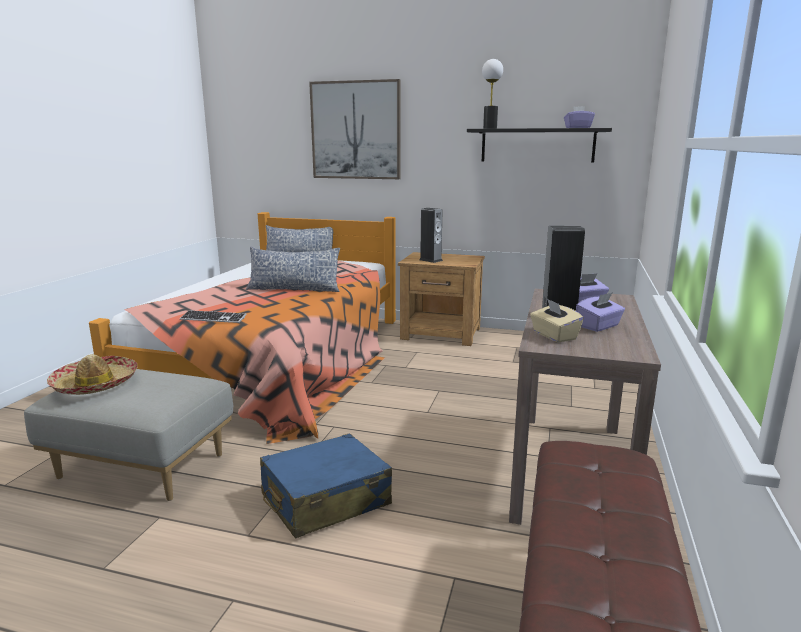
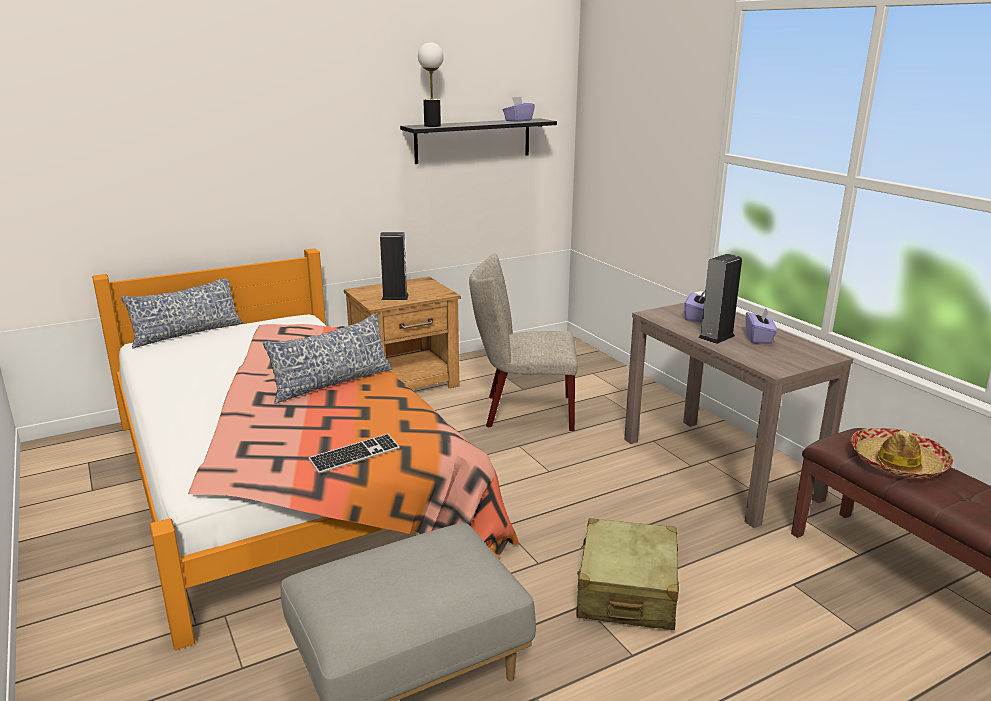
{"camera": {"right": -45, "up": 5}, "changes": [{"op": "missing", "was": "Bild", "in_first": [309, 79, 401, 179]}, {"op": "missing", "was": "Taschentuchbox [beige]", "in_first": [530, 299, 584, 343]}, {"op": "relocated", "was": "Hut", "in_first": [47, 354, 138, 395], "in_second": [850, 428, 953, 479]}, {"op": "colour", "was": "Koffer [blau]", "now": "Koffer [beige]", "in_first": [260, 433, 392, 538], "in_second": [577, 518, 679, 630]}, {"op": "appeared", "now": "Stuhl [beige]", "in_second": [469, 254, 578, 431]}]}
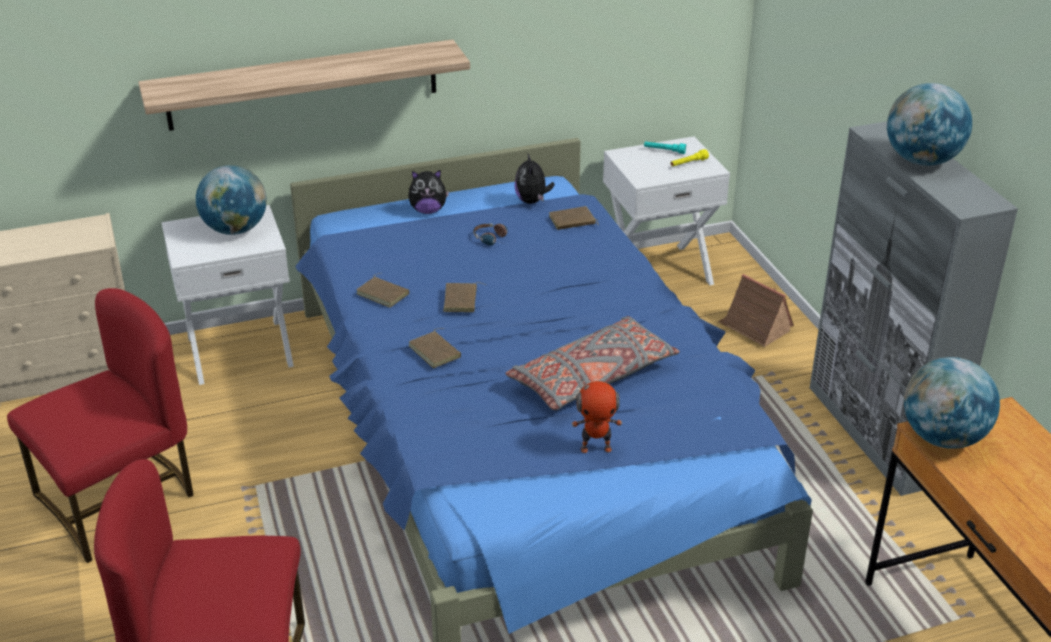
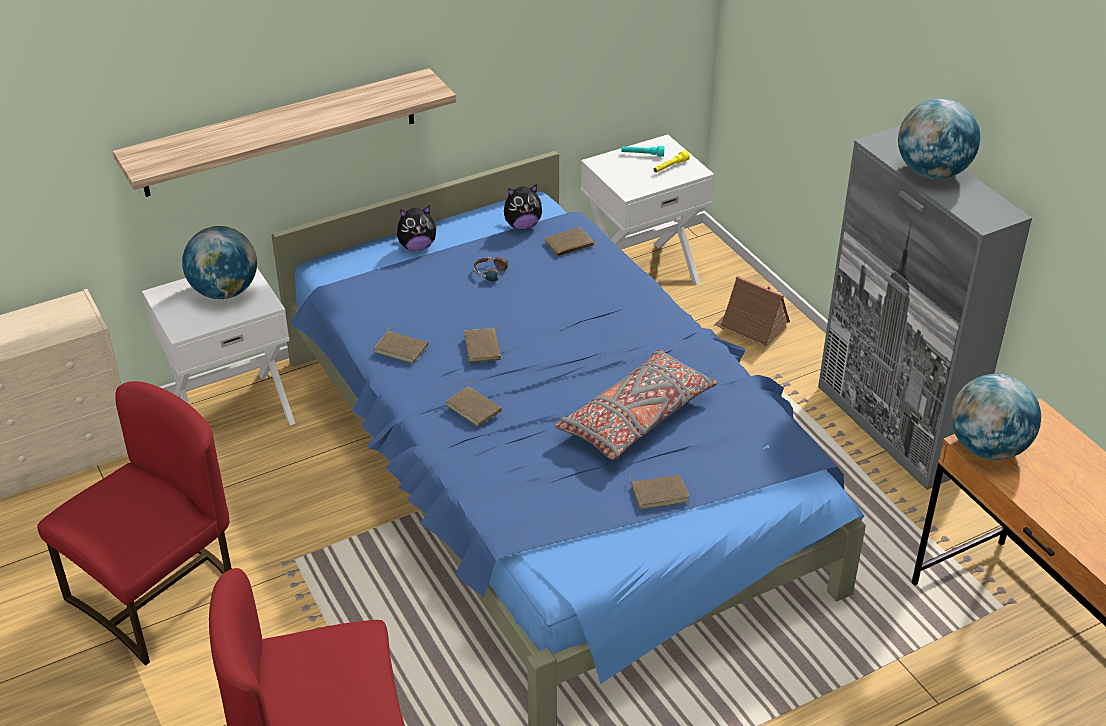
{"camera": {"right": -10, "up": 5}, "changes": [{"op": "spun", "was": "Plüschtier", "in_first": [514, 152, 555, 204], "in_second": [504, 184, 542, 230], "clockwise": -90}, {"op": "exchanged", "was": "Spielzeugroboter", "now": "Buch [braun]", "in_first": [572, 378, 622, 453], "in_second": [629, 474, 690, 509]}]}
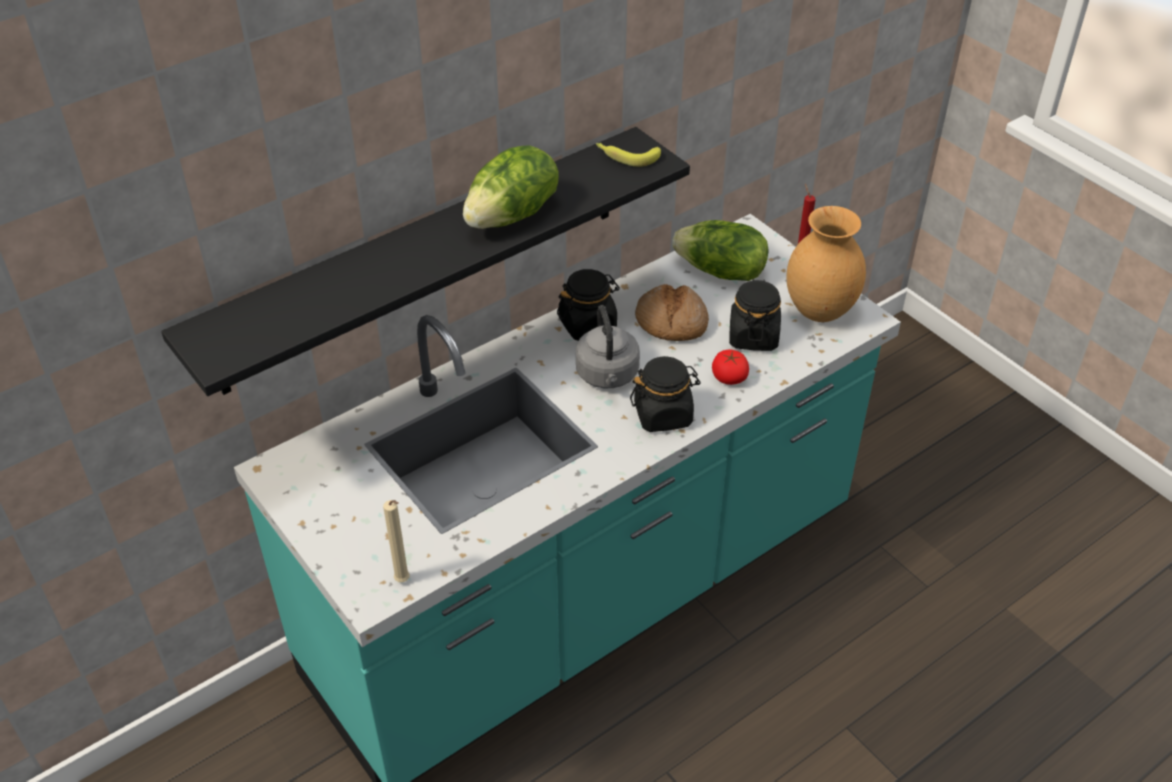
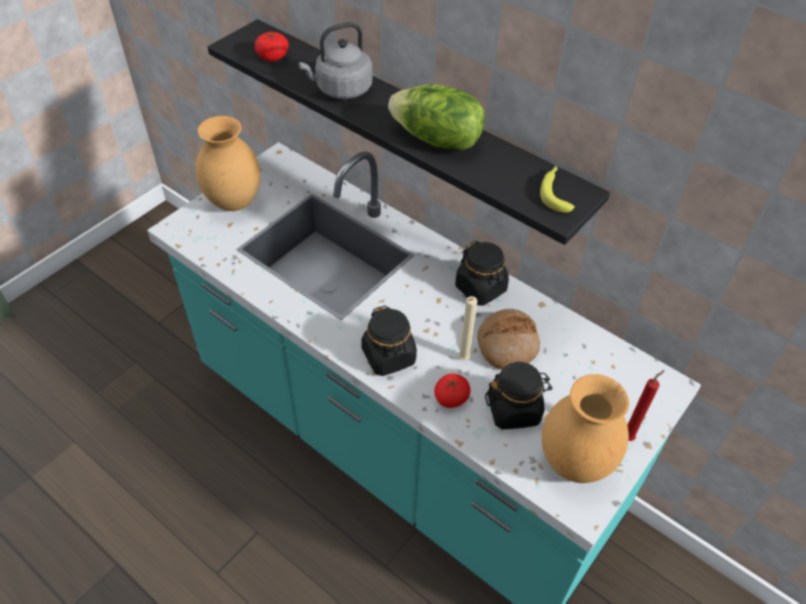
{"camera": {"right": 75, "up": 5}, "changes": [{"op": "missing", "was": "Salatkopf", "in_first": [672, 220, 769, 281]}, {"op": "relocated", "was": "Wasserkessel [grau]", "in_first": [576, 305, 640, 388], "in_second": [298, 22, 372, 99]}, {"op": "relocated", "was": "Kerze [beige]", "in_first": [383, 500, 410, 582], "in_second": [458, 296, 477, 360]}, {"op": "appeared", "now": "Tomate", "in_second": [255, 32, 289, 61]}, {"op": "appeared", "now": "Vase [braun]", "in_second": [195, 116, 261, 211]}]}
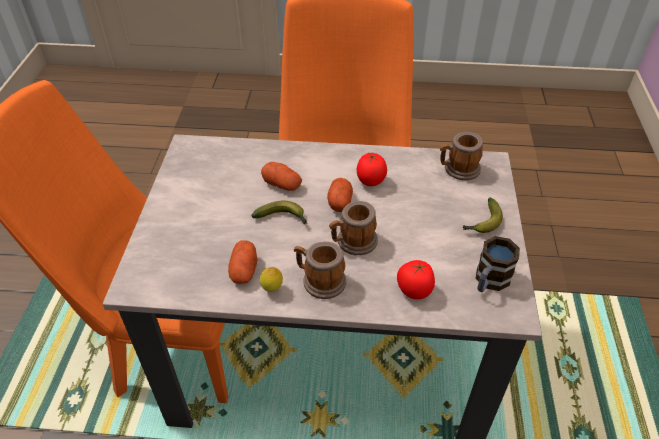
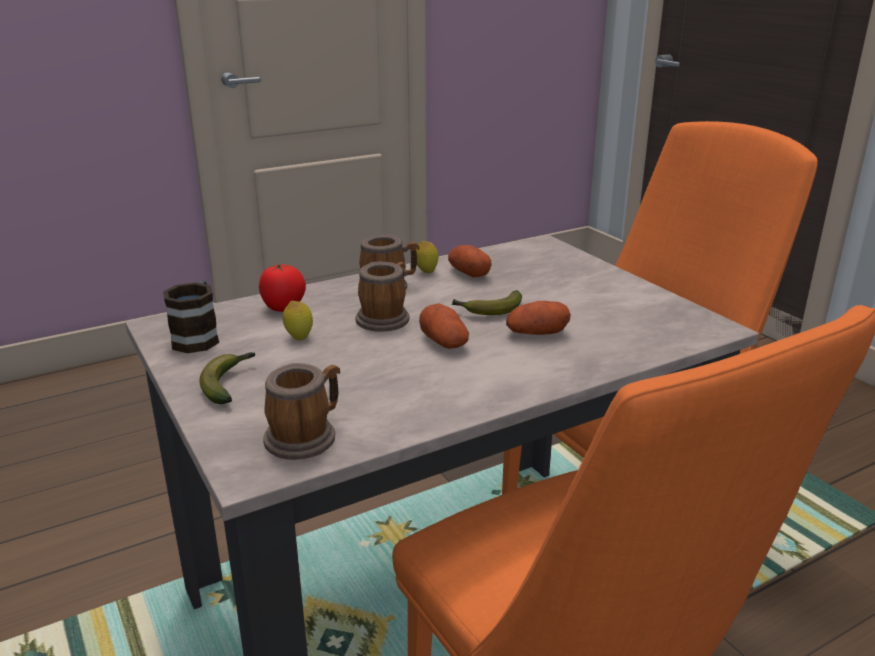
{"camera": {"right": 145, "up": -20}, "changes": [{"op": "missing", "was": "Tomate", "in_first": [357, 153, 387, 186]}, {"op": "appeared", "now": "Zitrone", "in_second": [283, 301, 313, 340]}]}
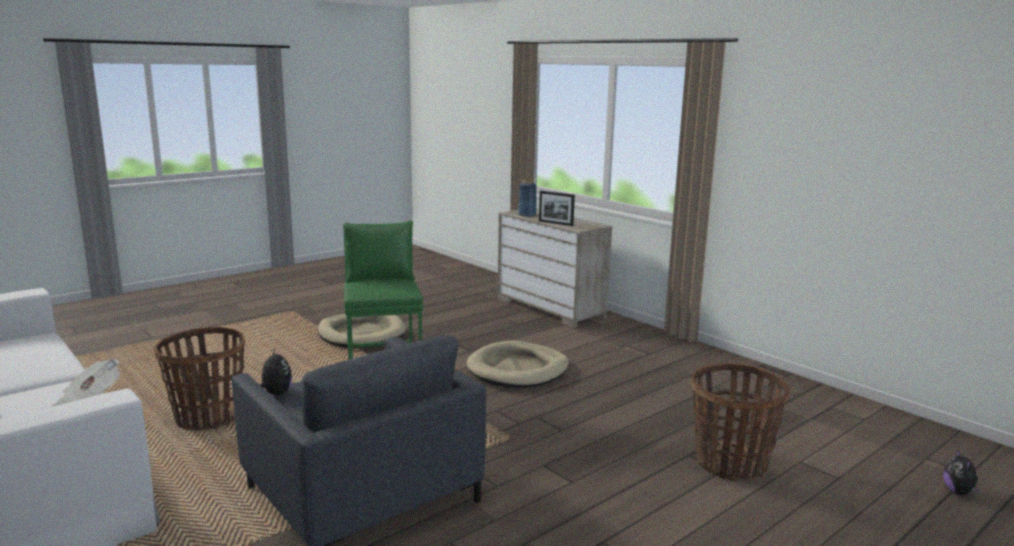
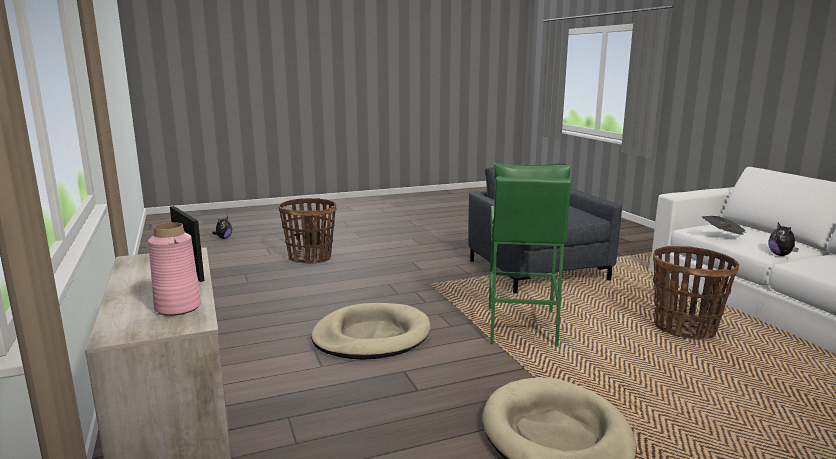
{"camera": {"right": -160, "up": 0}, "changes": [{"op": "colour", "was": "Vase [blau]", "now": "Vase [rosa]", "in_first": [518, 179, 537, 217], "in_second": [148, 222, 201, 316]}, {"op": "relocated", "was": "Plüschtier", "in_first": [260, 348, 292, 396], "in_second": [768, 223, 799, 256]}]}
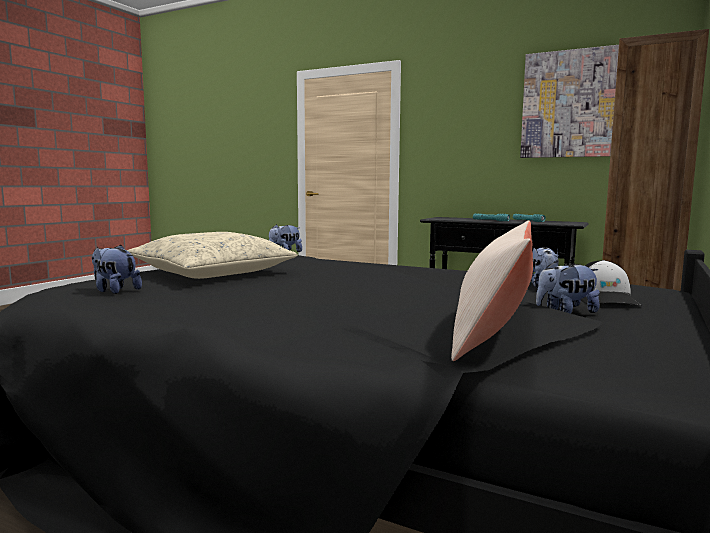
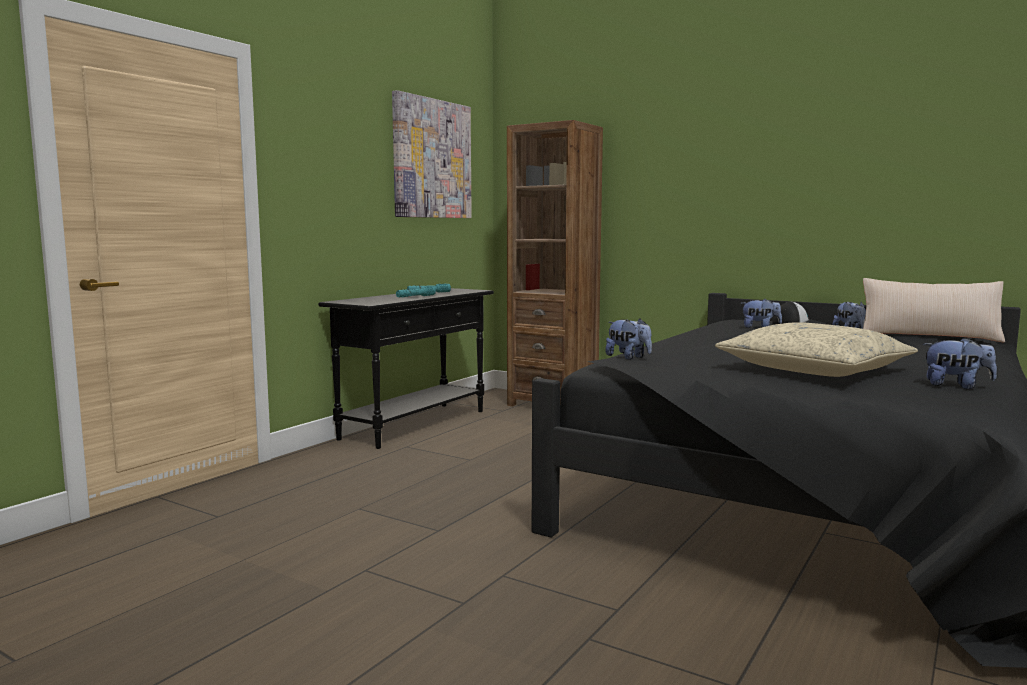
{"camera": {"right": -85, "up": 0}, "changes": [{"op": "spun", "was": "Plüschtier", "in_first": [92, 244, 142, 294], "in_second": [923, 337, 997, 389], "clockwise": -105}]}
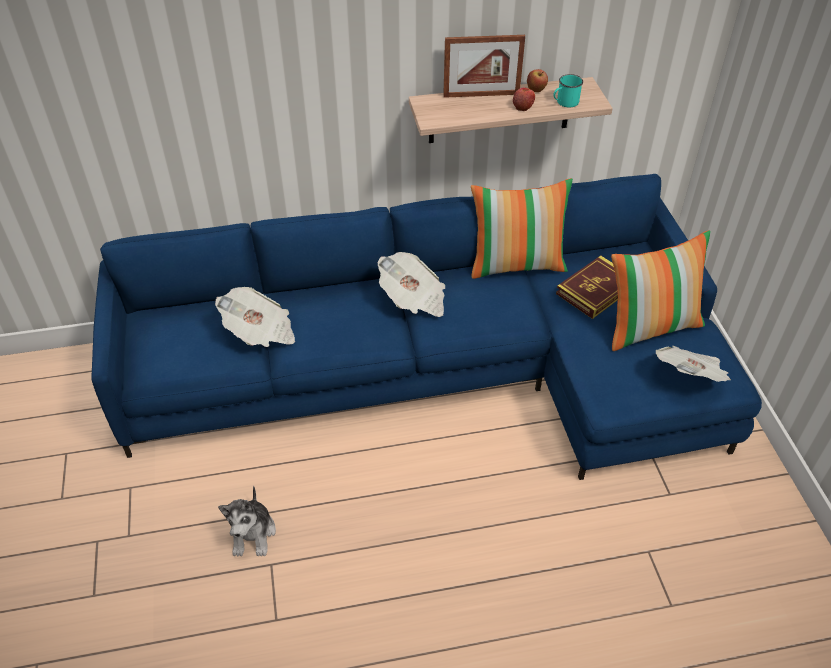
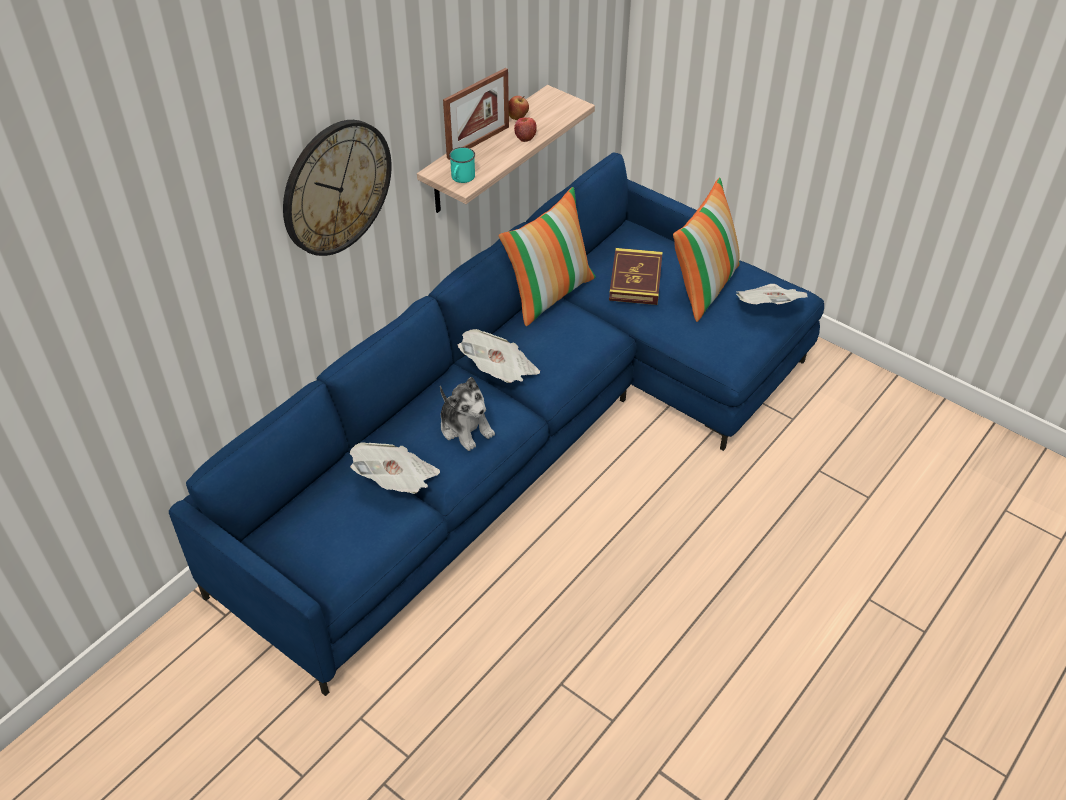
{"camera": {"right": -40, "up": 0}, "changes": [{"op": "relocated", "was": "Henkelbecher [türkis]", "in_first": [553, 74, 583, 107], "in_second": [449, 147, 475, 183]}, {"op": "relocated", "was": "Plüschtier", "in_first": [218, 486, 276, 557], "in_second": [440, 377, 495, 451]}, {"op": "appeared", "now": "Wanduhr", "in_second": [283, 120, 391, 256]}]}
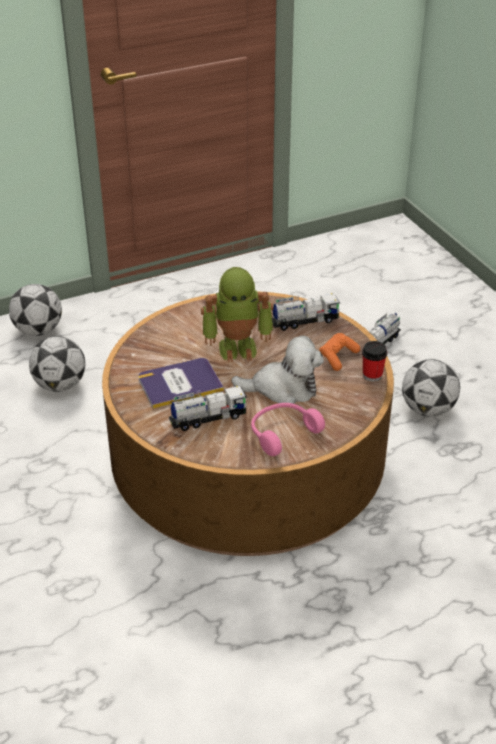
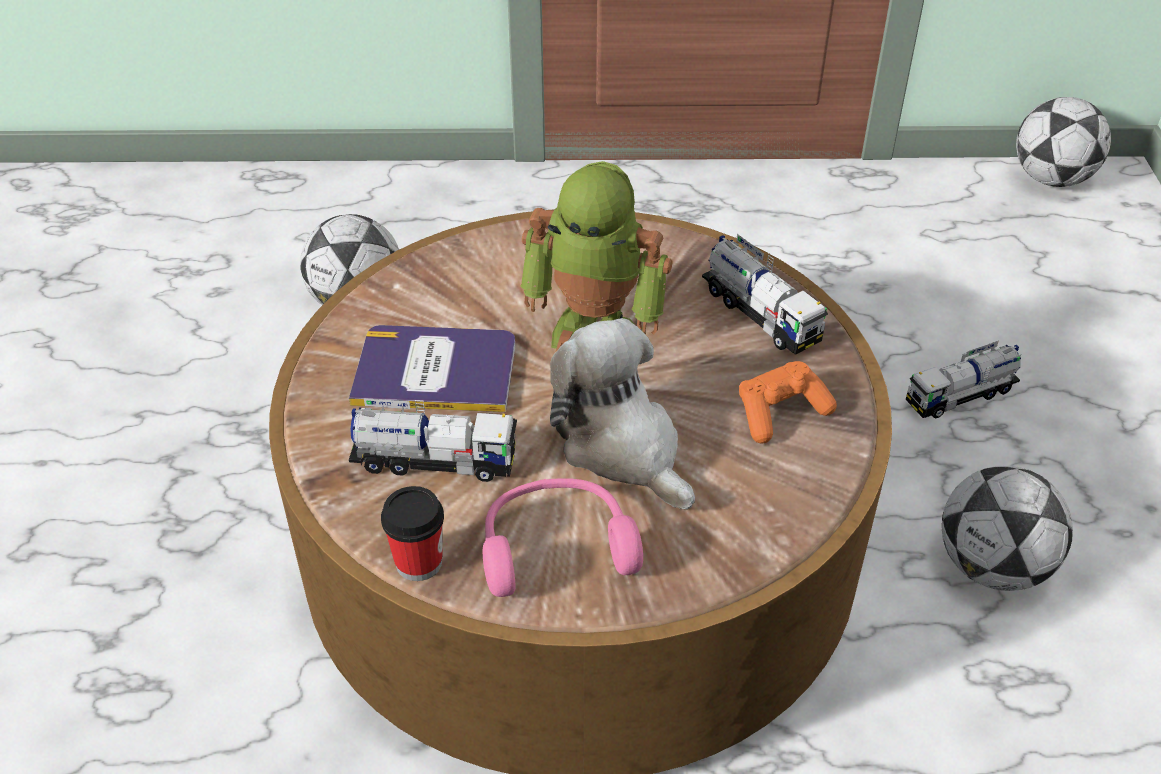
{"camera": {"right": 25, "up": 5}, "changes": [{"op": "relocated", "was": "Fußball", "in_first": [9, 284, 62, 336], "in_second": [1016, 97, 1111, 187]}, {"op": "spun", "was": "Spielzeuglaster", "in_first": [272, 293, 340, 331], "in_second": [702, 234, 828, 355], "clockwise": 45}, {"op": "spun", "was": "Plüschtier", "in_first": [231, 335, 324, 404], "in_second": [550, 318, 695, 509], "clockwise": -150}, {"op": "relocated", "was": "Tasse", "in_first": [362, 341, 387, 382], "in_second": [381, 486, 444, 581]}]}
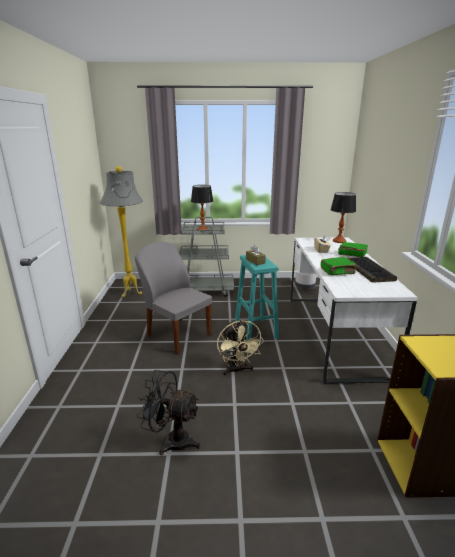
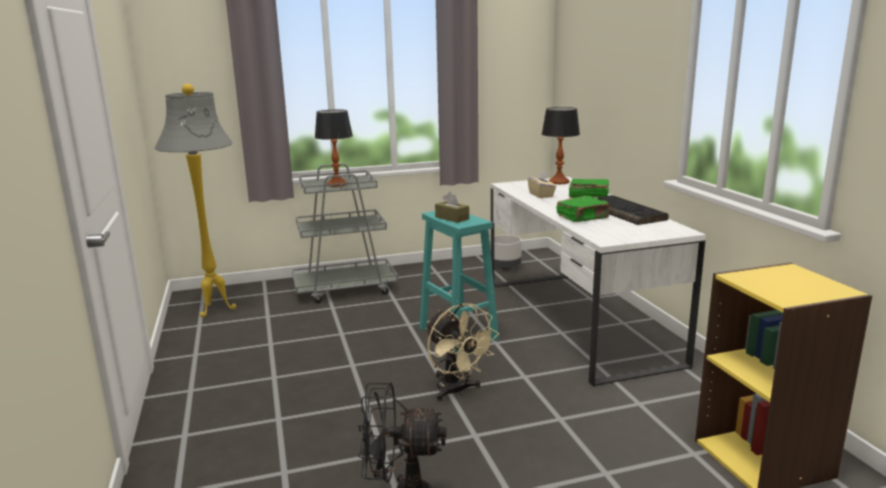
{"camera": {"right": -15, "up": -5}, "changes": [{"op": "missing", "was": "Stuhl [grau]", "in_first": [135, 242, 212, 354]}]}
